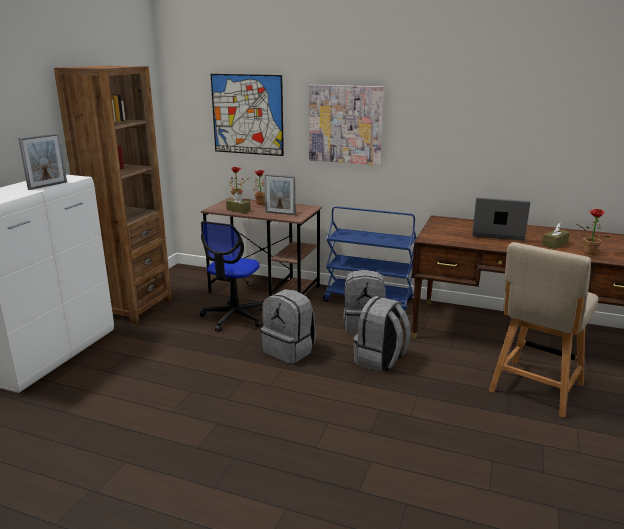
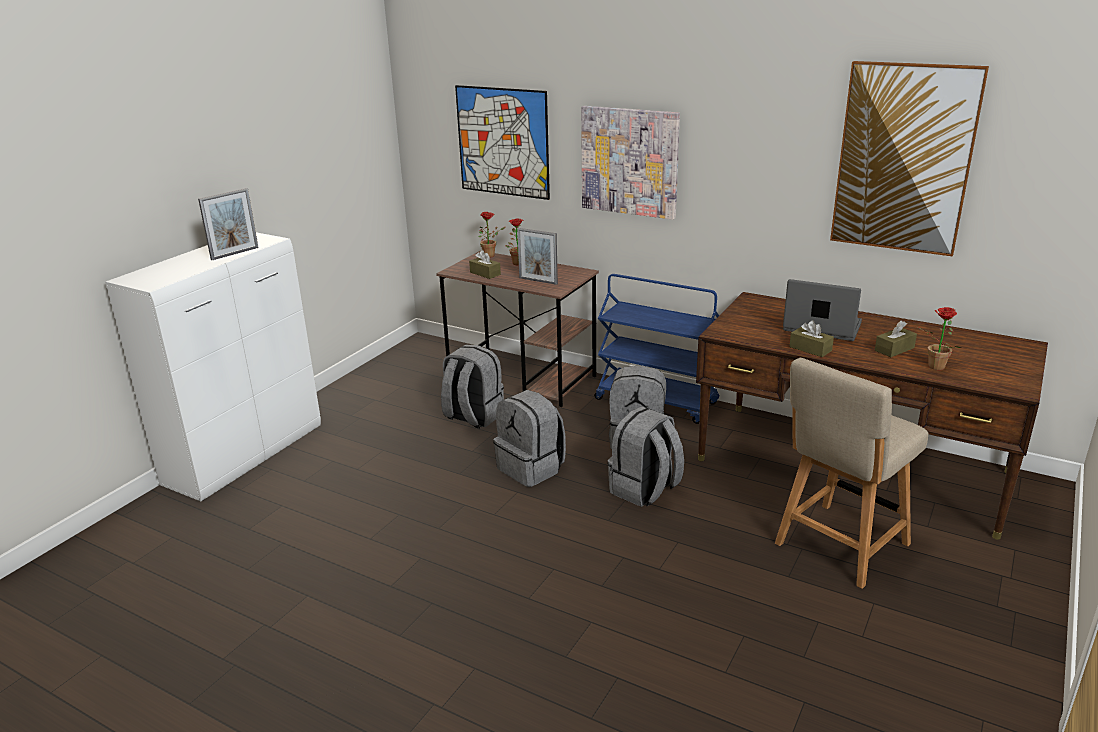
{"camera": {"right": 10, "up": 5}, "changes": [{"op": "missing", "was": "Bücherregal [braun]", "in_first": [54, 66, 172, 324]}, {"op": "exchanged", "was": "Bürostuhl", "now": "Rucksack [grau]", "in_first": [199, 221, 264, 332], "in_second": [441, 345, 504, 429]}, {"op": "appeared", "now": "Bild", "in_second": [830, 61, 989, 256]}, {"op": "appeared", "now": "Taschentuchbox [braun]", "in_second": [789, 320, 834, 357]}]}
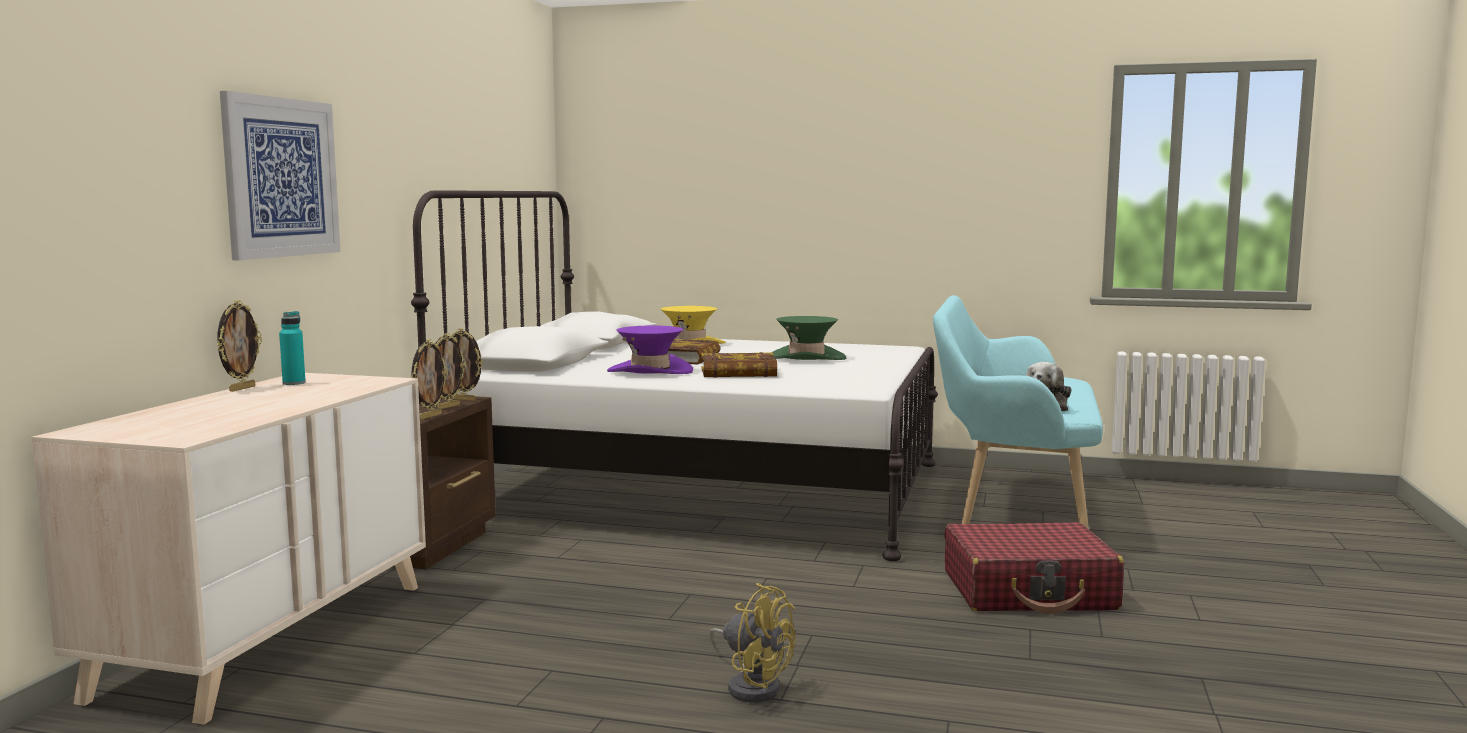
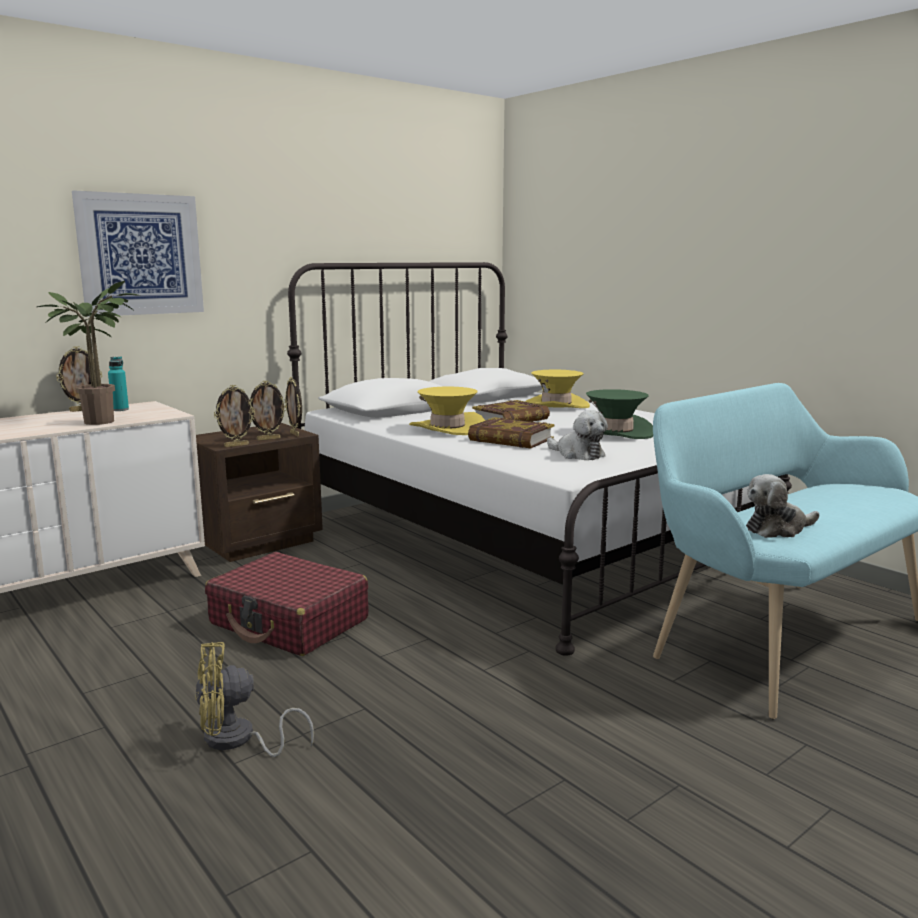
{"camera": {"right": 35, "up": 5}, "changes": [{"op": "colour", "was": "Hut [lila]", "now": "Hut [gelb]", "in_first": [607, 326, 693, 374], "in_second": [409, 387, 485, 435]}, {"op": "relocated", "was": "Koffer [rot]", "in_first": [945, 523, 1124, 614], "in_second": [205, 552, 369, 656]}, {"op": "spun", "was": "Ventilator [gelb]", "in_first": [709, 583, 795, 703], "in_second": [195, 642, 314, 757], "clockwise": 90}, {"op": "appeared", "now": "Topfpflanze", "in_second": [37, 281, 140, 425]}, {"op": "appeared", "now": "Plüschtier", "in_second": [547, 410, 608, 460]}]}
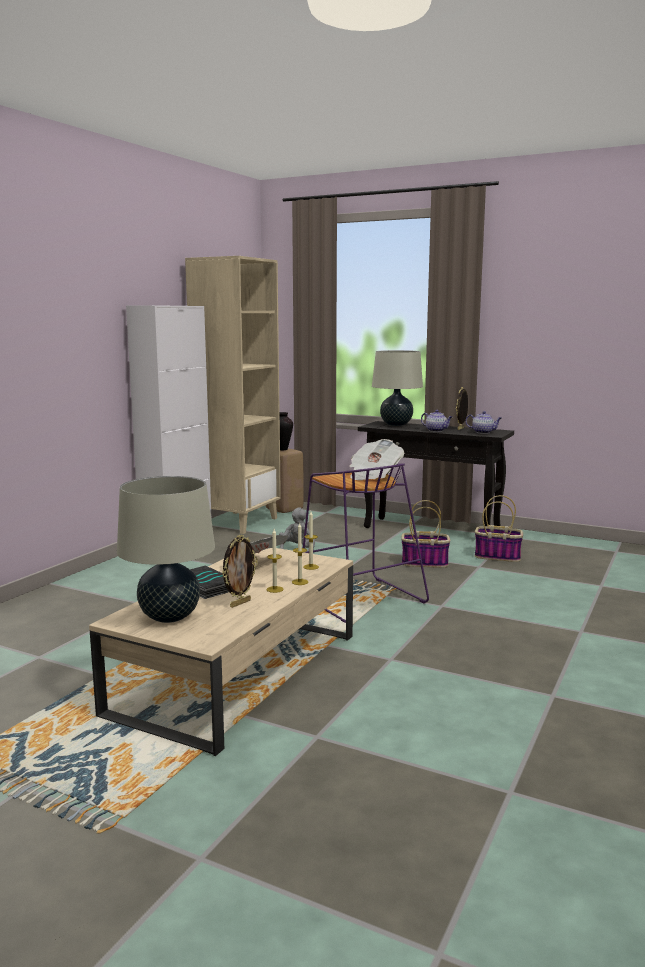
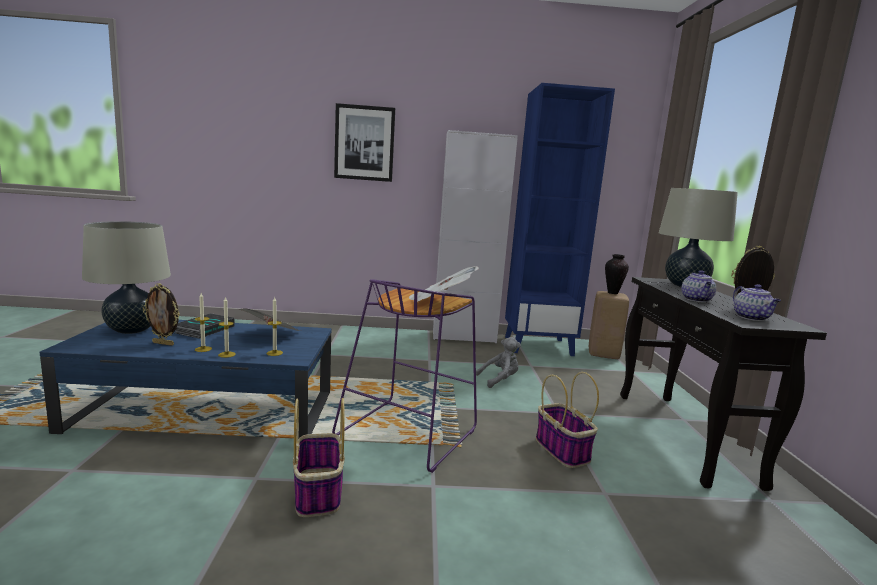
{"camera": {"right": 60, "up": 0}, "changes": [{"op": "colour", "was": "Bücherregal [beige]", "now": "Bücherregal [blau]", "in_first": [185, 256, 281, 534], "in_second": [505, 83, 615, 356]}, {"op": "relocated", "was": "Korb", "in_first": [475, 495, 523, 562], "in_second": [293, 398, 345, 517]}, {"op": "colour", "was": "Couchtisch [beige]", "now": "Couchtisch [blau]", "in_first": [89, 548, 353, 756], "in_second": [40, 320, 332, 439]}, {"op": "appeared", "now": "Bild", "in_second": [334, 103, 395, 182]}]}
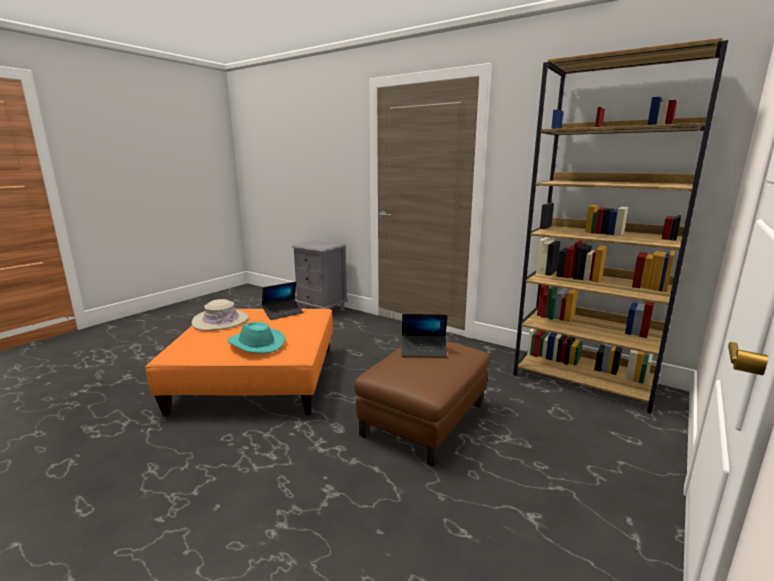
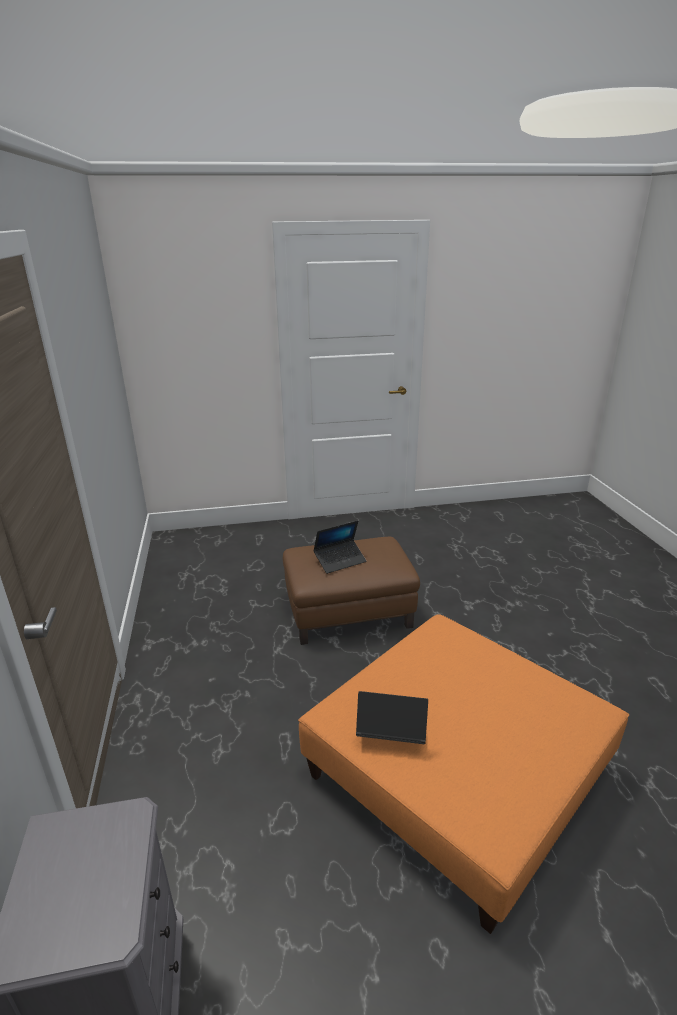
{"camera": {"right": -135, "up": 10}, "changes": [{"op": "missing", "was": "Bücherregal [braun]", "in_first": [513, 38, 728, 414]}, {"op": "missing", "was": "Hut [beige]", "in_first": [192, 299, 249, 331]}, {"op": "spun", "was": "Laptop", "in_first": [402, 314, 448, 358], "in_second": [313, 520, 366, 574], "clockwise": 105}, {"op": "missing", "was": "Hut [türkis]", "in_first": [228, 322, 285, 353]}]}
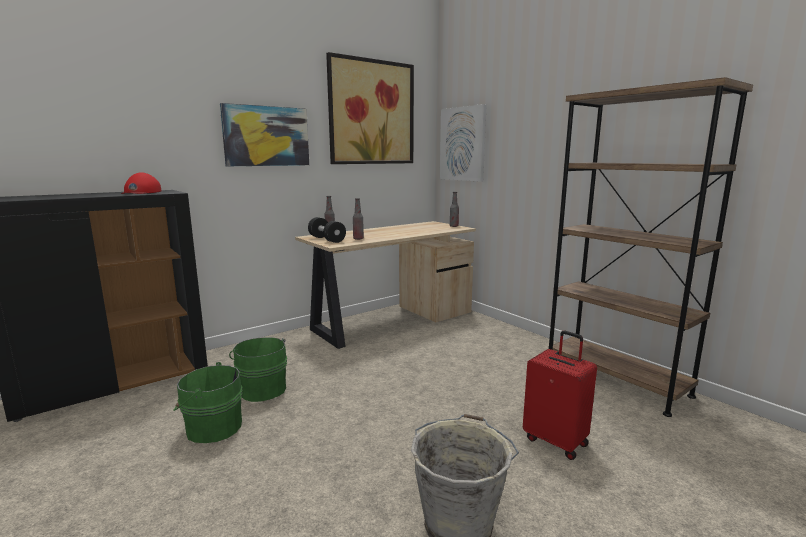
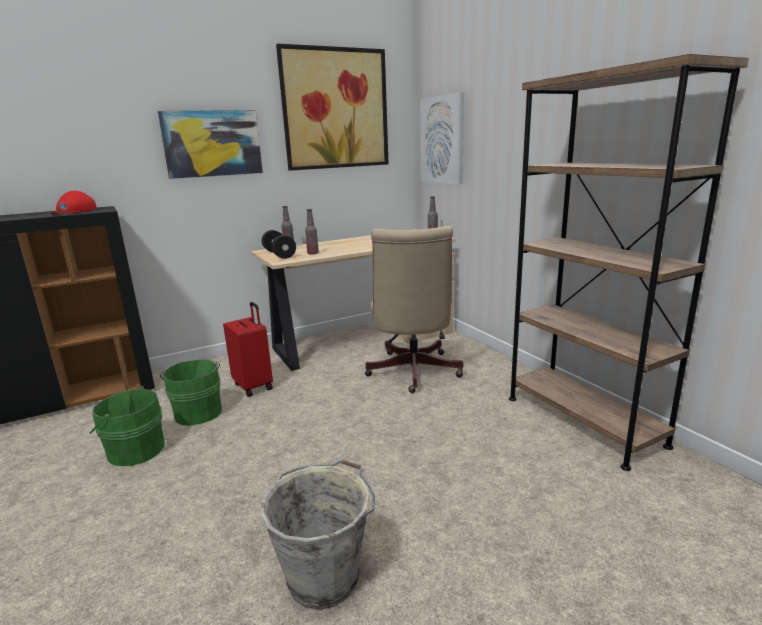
{"camera": {"right": 10, "up": 5}, "changes": [{"op": "relocated", "was": "Koffer [rot]", "in_first": [523, 331, 597, 460], "in_second": [223, 302, 273, 397]}, {"op": "appeared", "now": "Bürostuhl [beige]", "in_second": [365, 226, 463, 393]}]}
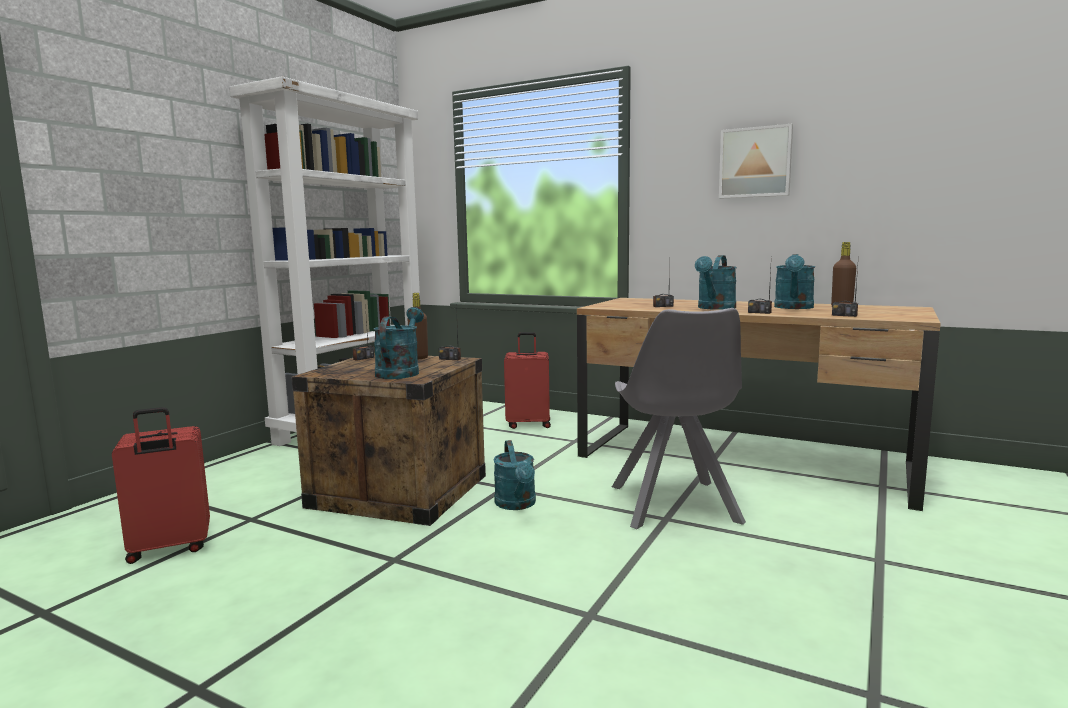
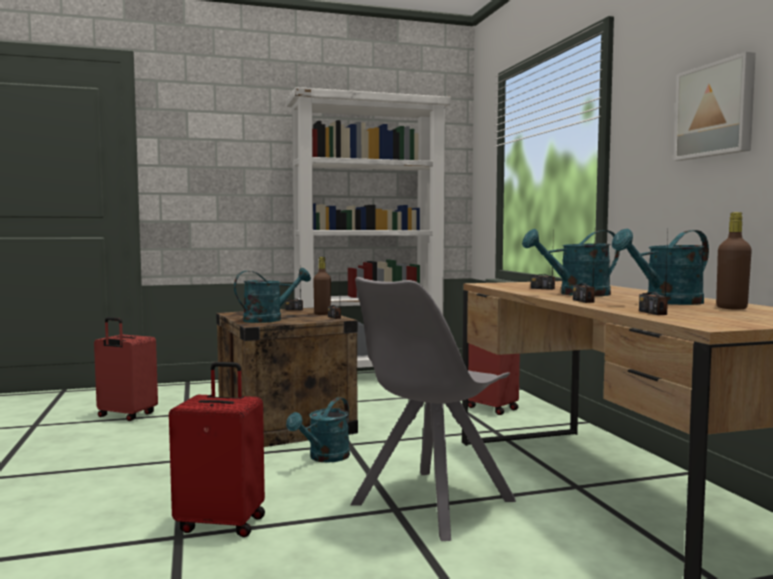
{"camera": {"right": 45, "up": -5}, "changes": [{"op": "appeared", "now": "Koffer [rot]", "in_second": [169, 362, 265, 537]}]}
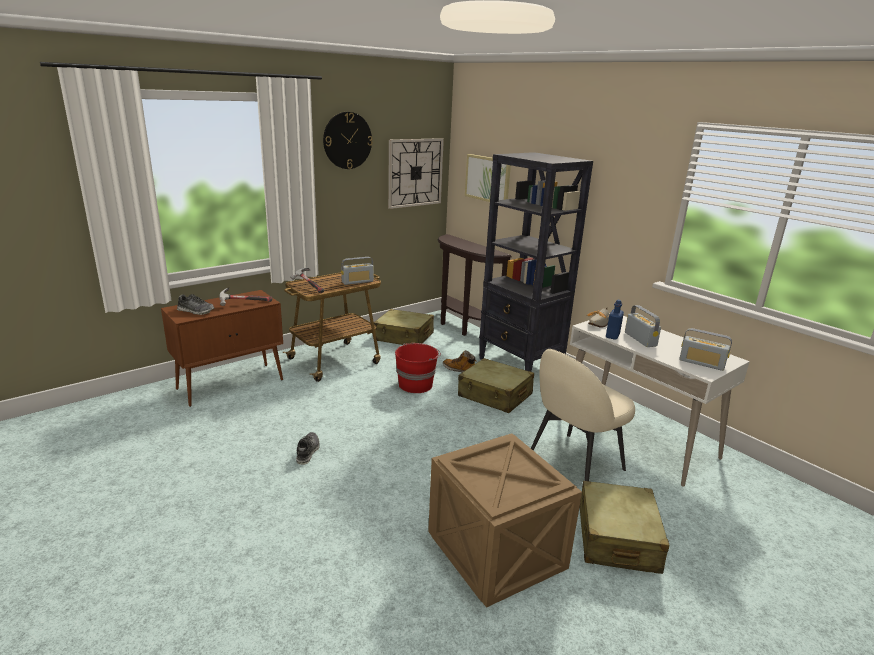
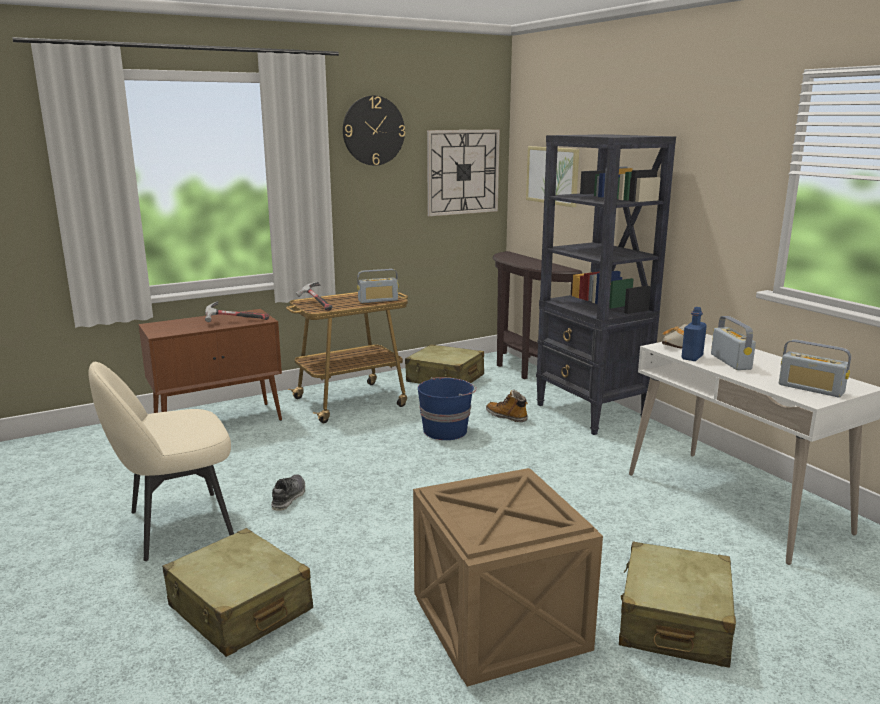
{"camera": {"right": 10, "up": -5}, "changes": [{"op": "missing", "was": "Schuh", "in_first": [177, 294, 215, 315]}, {"op": "colour", "was": "Eimer [rot]", "now": "Eimer [blau]", "in_first": [395, 343, 441, 393], "in_second": [418, 377, 476, 440]}, {"op": "relocated", "was": "Stuhl [beige]", "in_first": [531, 349, 635, 481], "in_second": [88, 362, 234, 561]}, {"op": "relocated", "was": "Koffer [beige]", "in_first": [458, 358, 534, 413], "in_second": [163, 528, 313, 657]}]}
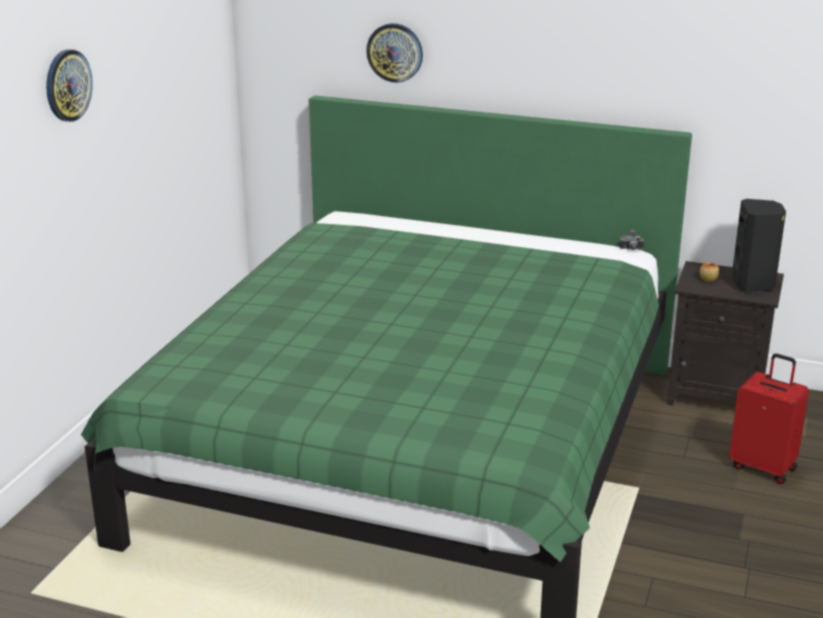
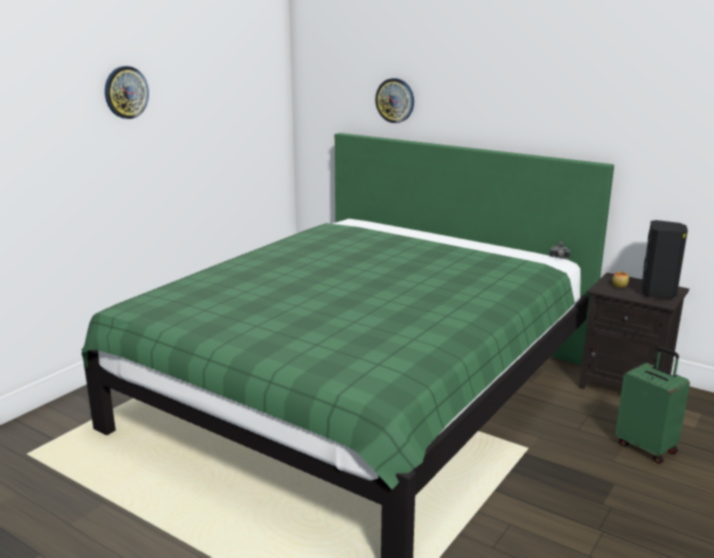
{"camera": {"right": 15, "up": -5}, "changes": [{"op": "colour", "was": "Koffer [rot]", "now": "Koffer [grün]", "in_first": [729, 353, 809, 484], "in_second": [615, 347, 690, 464]}]}
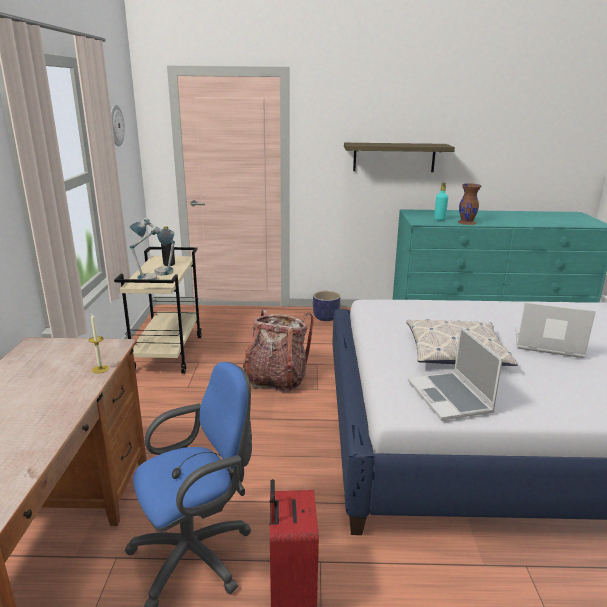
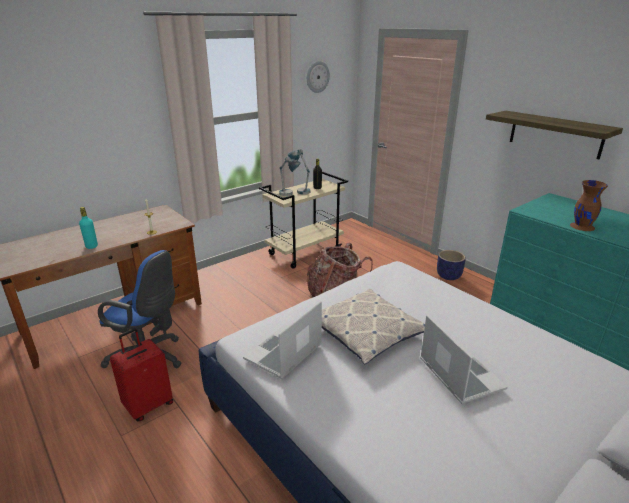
{"camera": {"right": 50, "up": 5}, "changes": [{"op": "relocated", "was": "Flasche [türkis]", "in_first": [434, 183, 448, 221], "in_second": [79, 207, 98, 249]}]}
